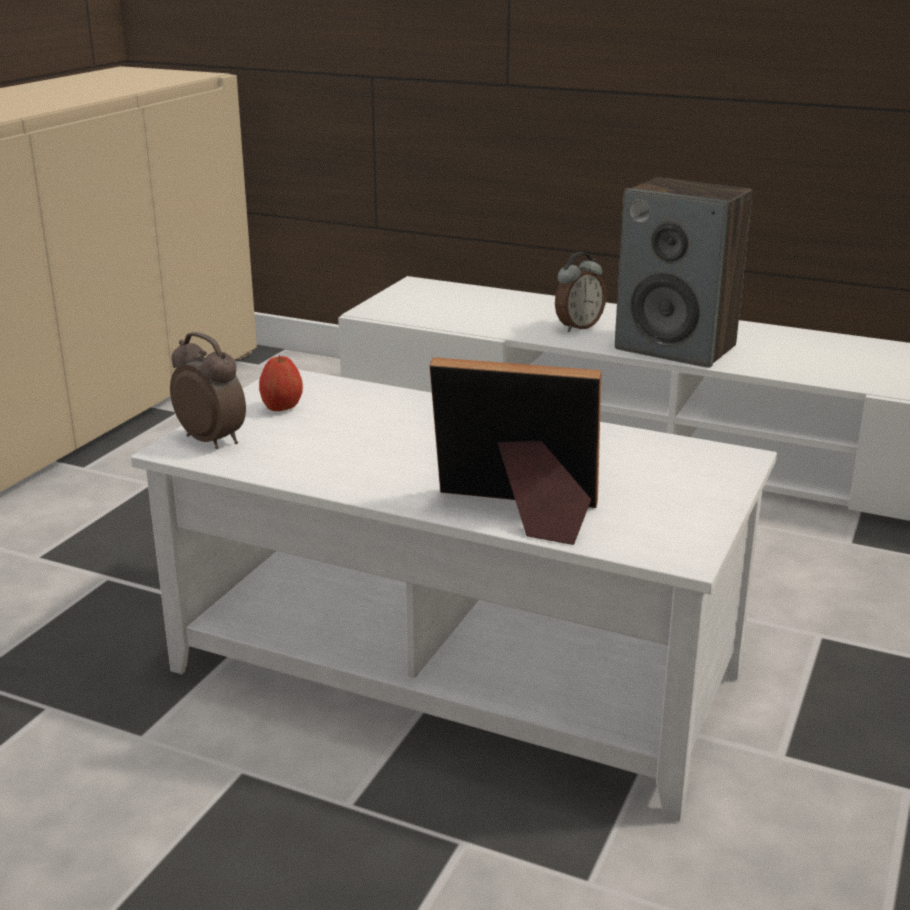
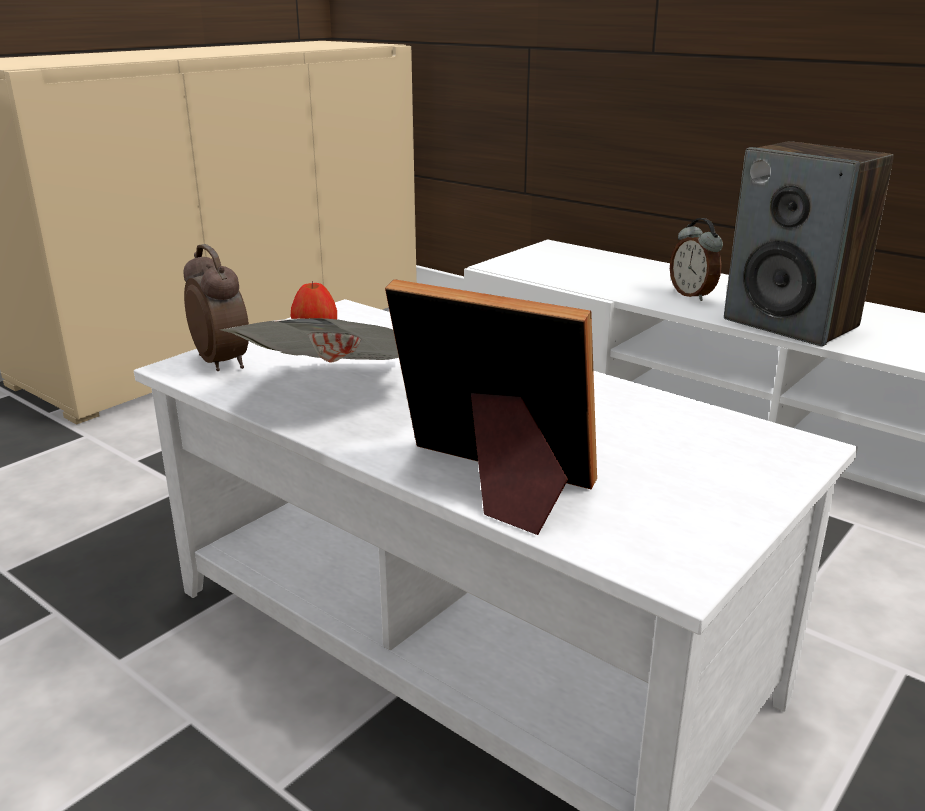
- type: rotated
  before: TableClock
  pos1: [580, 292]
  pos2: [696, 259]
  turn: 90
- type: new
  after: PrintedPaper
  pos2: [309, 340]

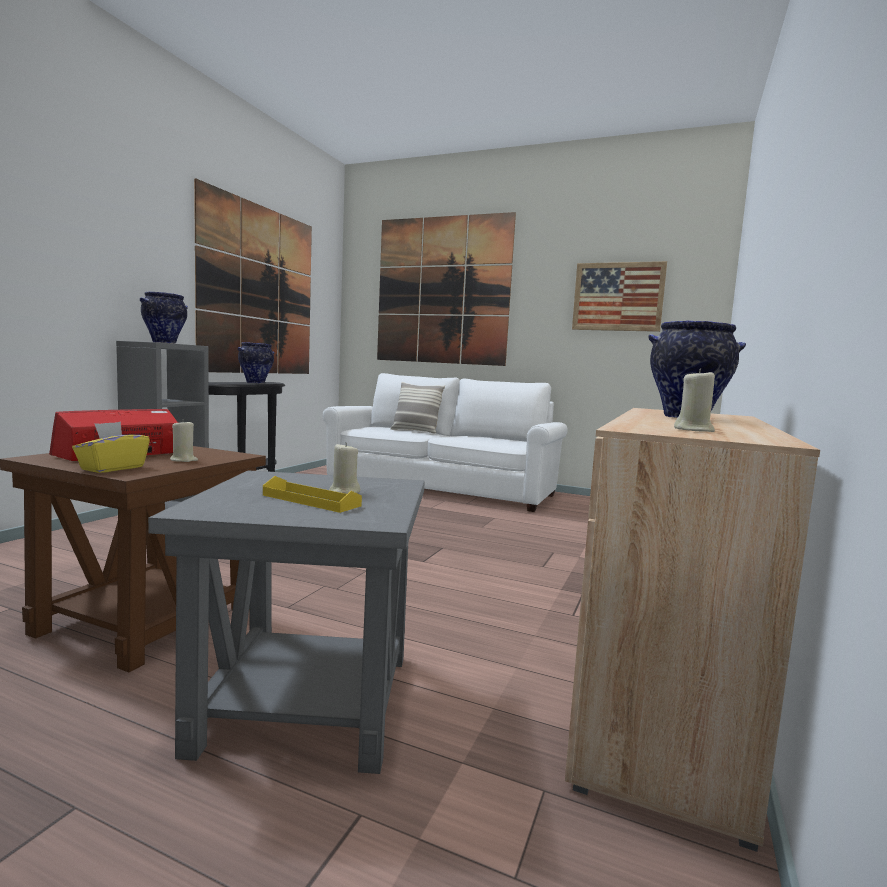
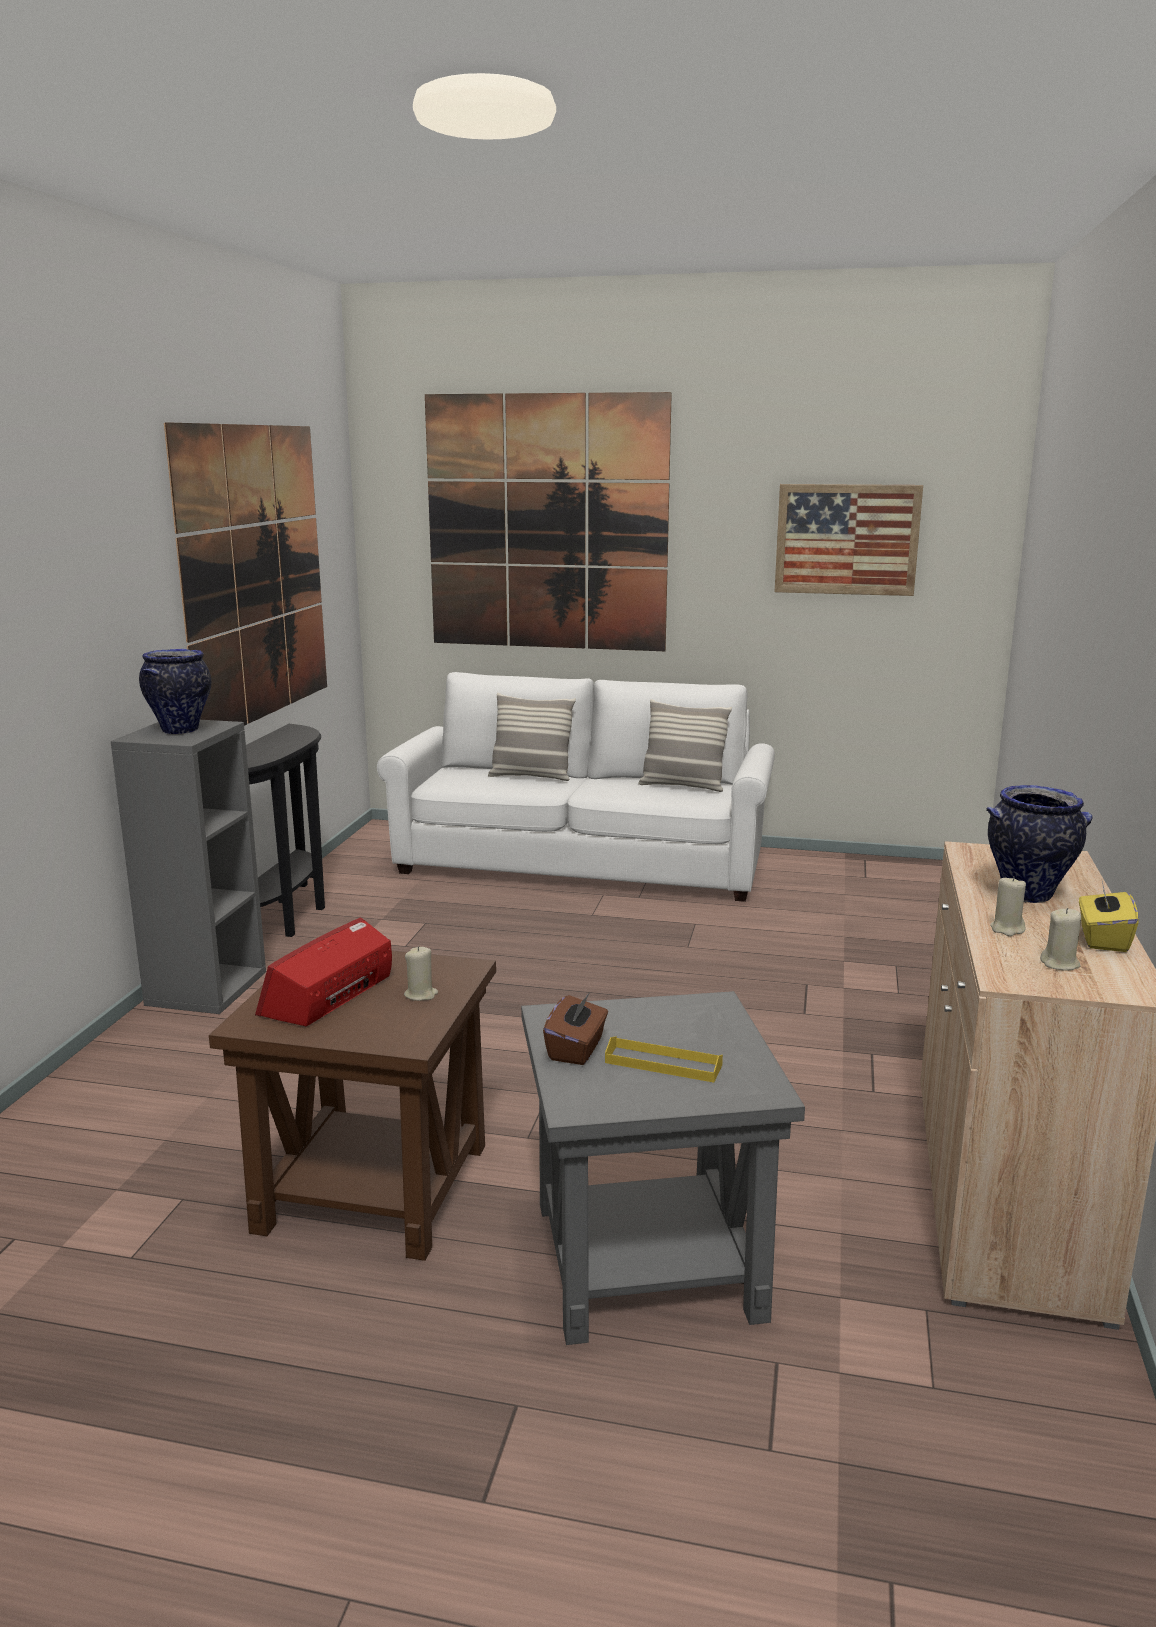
- type: gone
  before: FlowerVase
  pos1: [256, 362]
- type: shifted
  before: YellowTissueHolder
  pos1: [111, 447]
  pos2: [1109, 916]
- type: shifted
  before: BeigeColouredCandle
  pos1: [344, 468]
  pos2: [1008, 906]
- type: new
  after: Cushion
  pos2: [685, 745]
- type: new
  after: BrownTissueHolder
  pos2: [575, 1028]

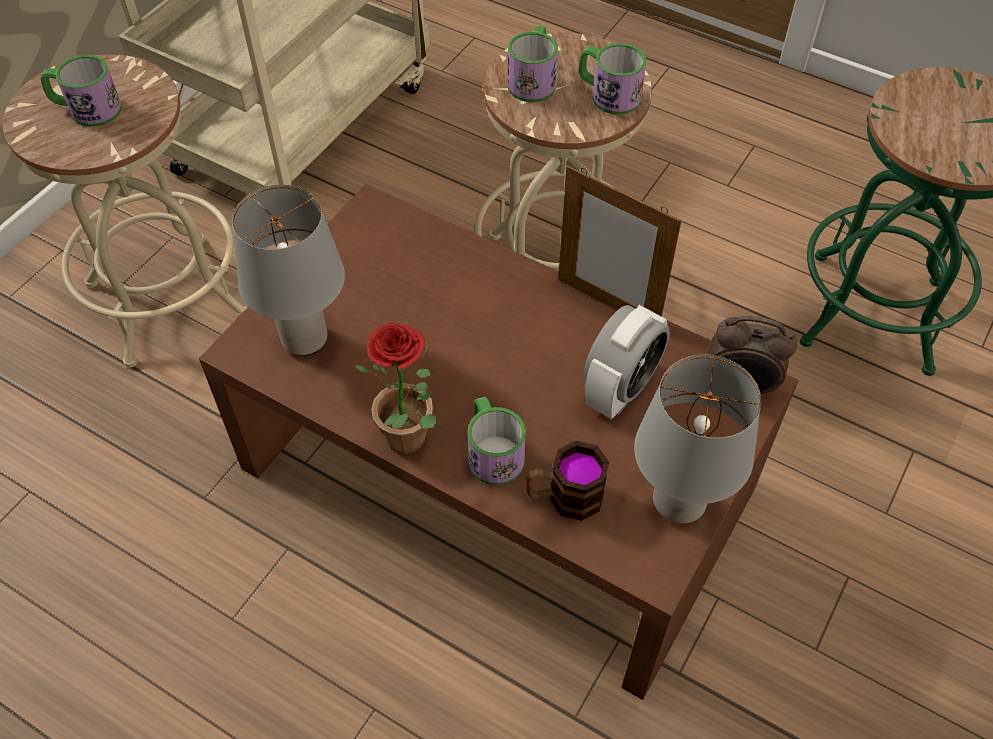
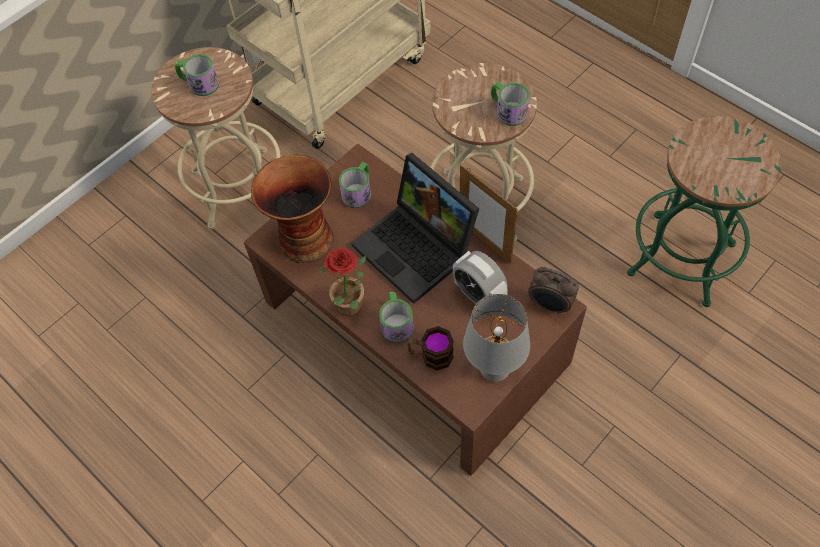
- type: shifted
  before: Mug
  pos1: [533, 64]
  pos2: [355, 185]
- type: swapped
  before: GrayTableLamp
  after: FlowerVase
  pos1: [288, 270]
  pos2: [292, 209]
- type: rotated
  before: TableClock
  pos1: [627, 362]
  pos2: [480, 277]
  turn: 90
- type: new
  after: Laptop
  pos2: [415, 228]

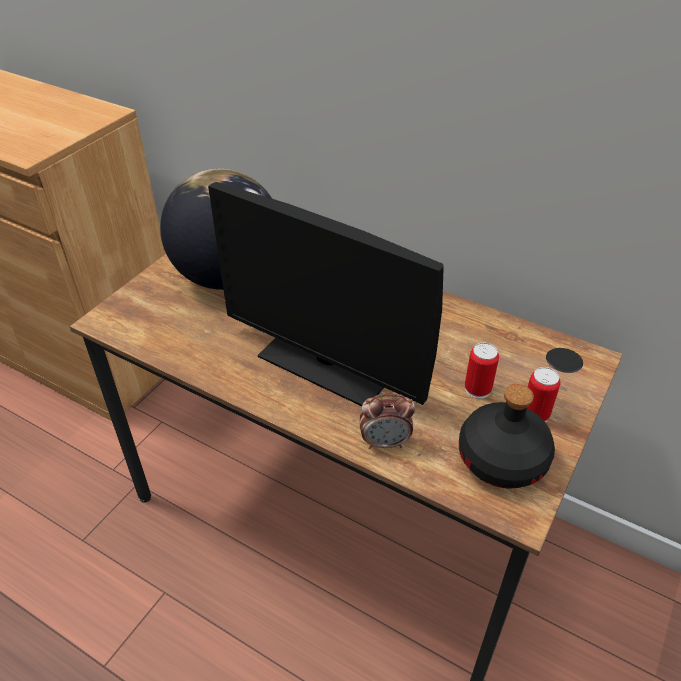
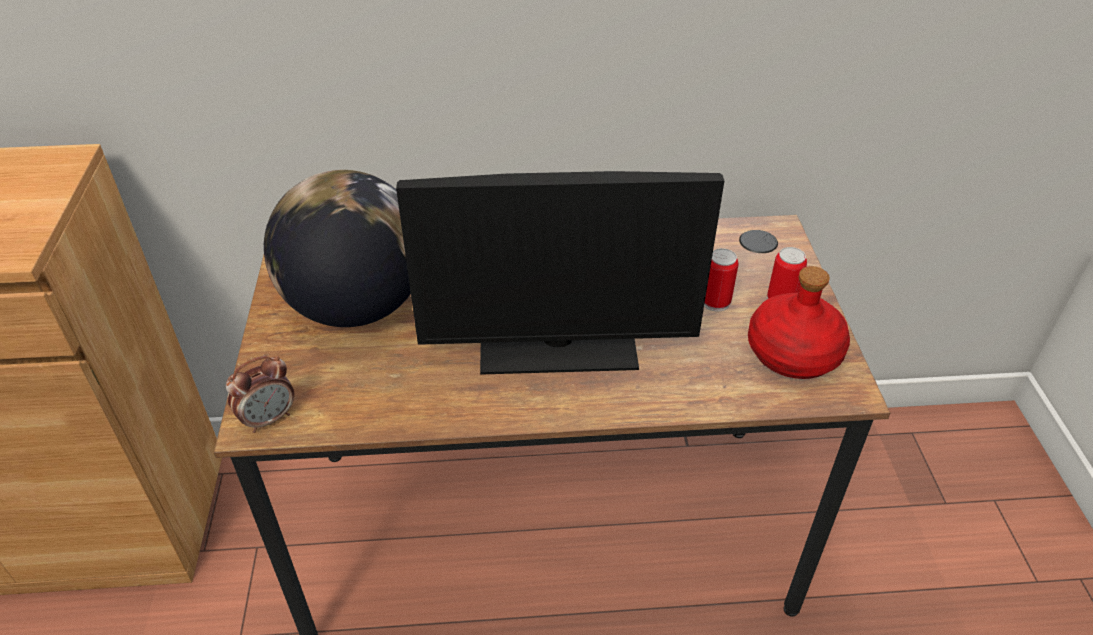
- type: repainted
  before: BlackDrinkBottle
  after: ReddishDrinkBottle
  pos1: [507, 436]
  pos2: [799, 322]
- type: shifted
  before: TableClock
  pos1: [387, 421]
  pos2: [260, 394]

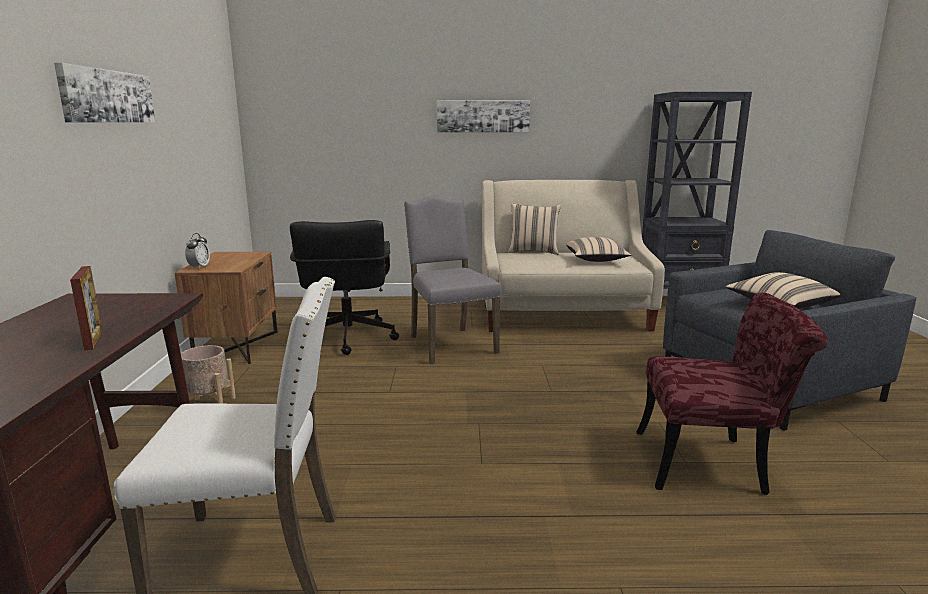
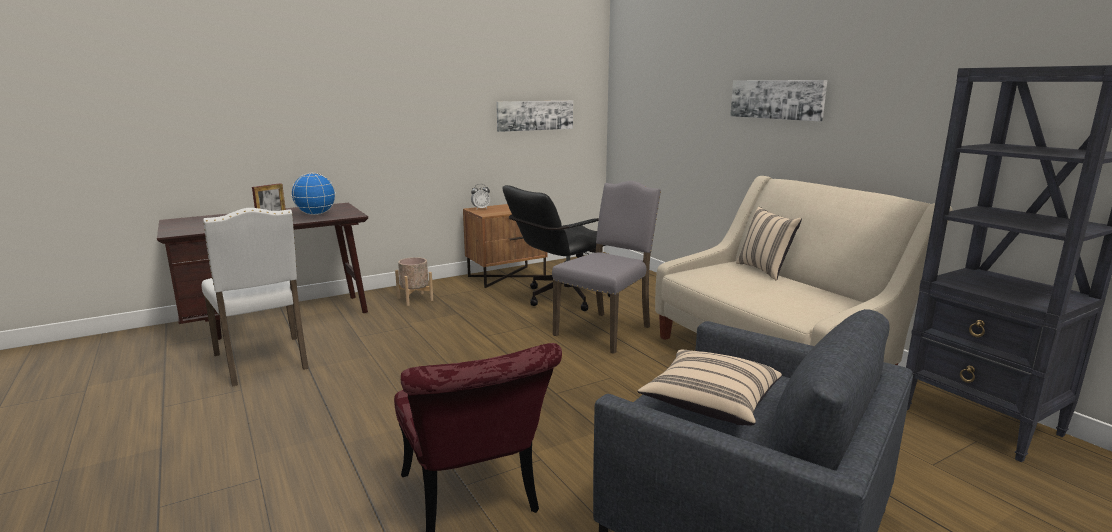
- type: shifted
  before: WallPicture
  pos1: [104, 93]
  pos2: [534, 116]
- type: gone
  before: BeigeColouredCushion
  pos1: [598, 249]
- type: new
  after: Globe
  pos2: [313, 194]

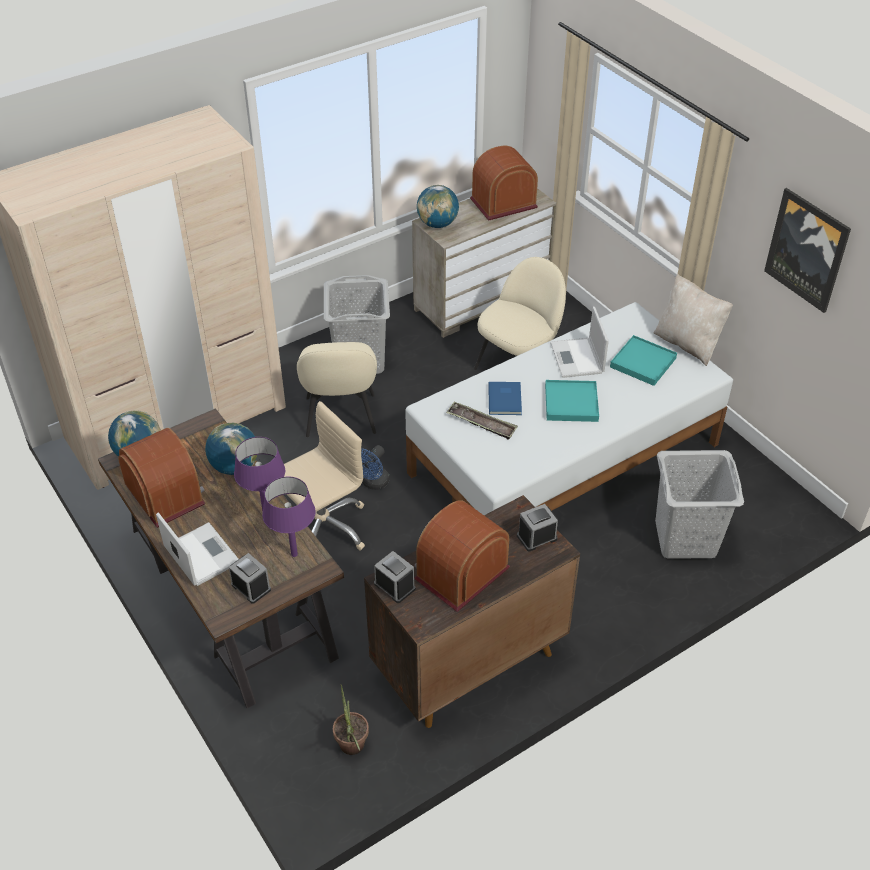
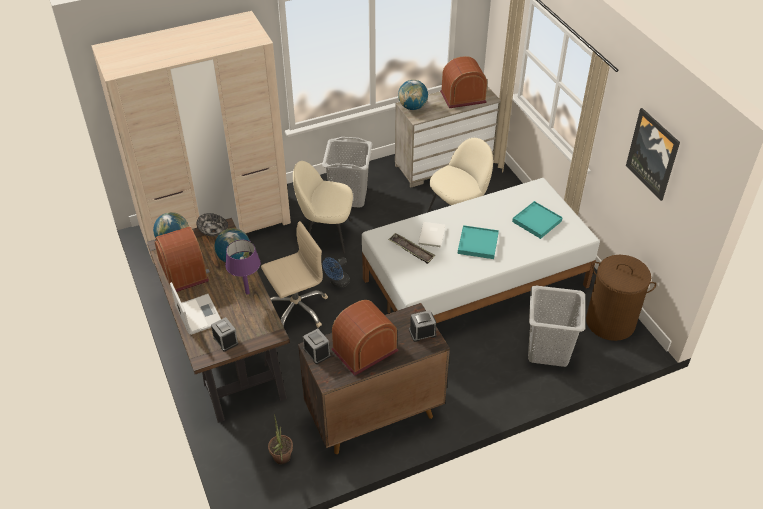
- type: gone
  before: BeigeColouredCushion
  pos1: [693, 320]
- type: gone
  before: Laptop
  pos1: [579, 342]
- type: rotated
  before: BeigeColouredChair
  pos1: [337, 389]
  pos2: [323, 207]
  turn: 90
- type: repainted
  before: BluishBook
  after: WhitishBook
  pos1: [505, 398]
  pos2: [431, 235]
- type: gone
  before: PurpleColouredTableLamp
  pos1: [288, 517]
- type: new
  after: Bowl
  pos2: [212, 225]
- type: new
  after: BrownLaundryBasket
  pos2: [621, 298]

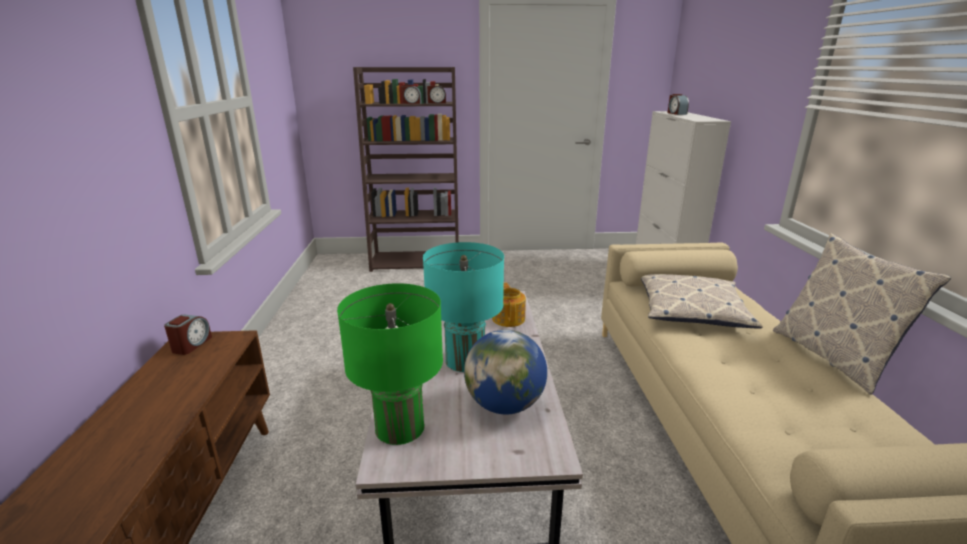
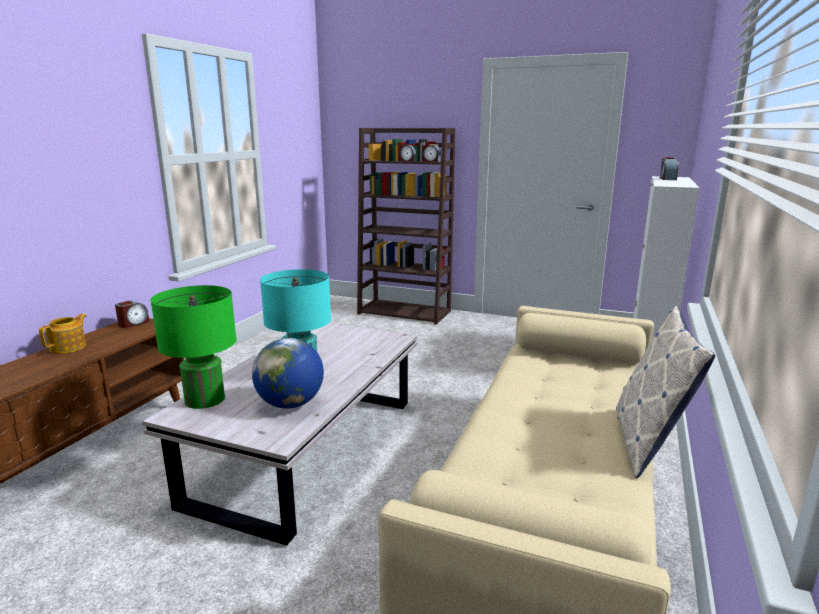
- type: gone
  before: Cushion
  pos1: [702, 301]
- type: shifted
  before: Teapot
  pos1: [509, 305]
  pos2: [62, 334]

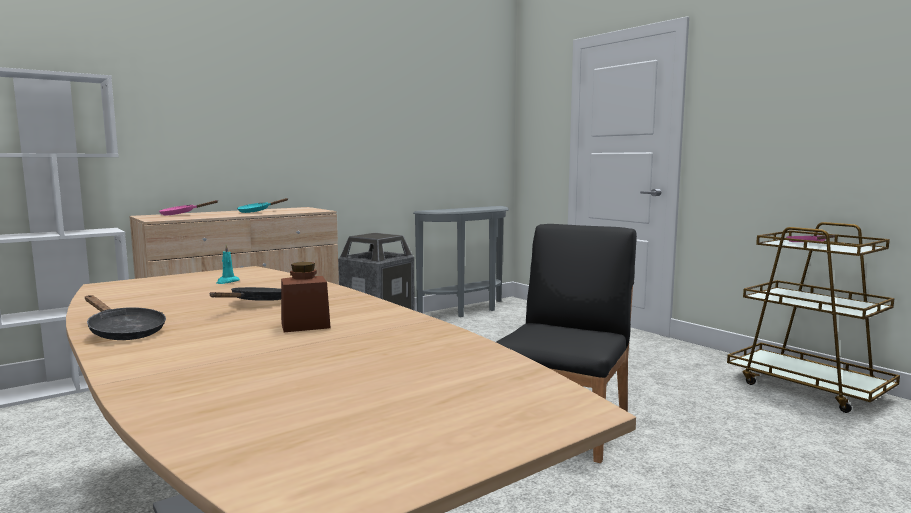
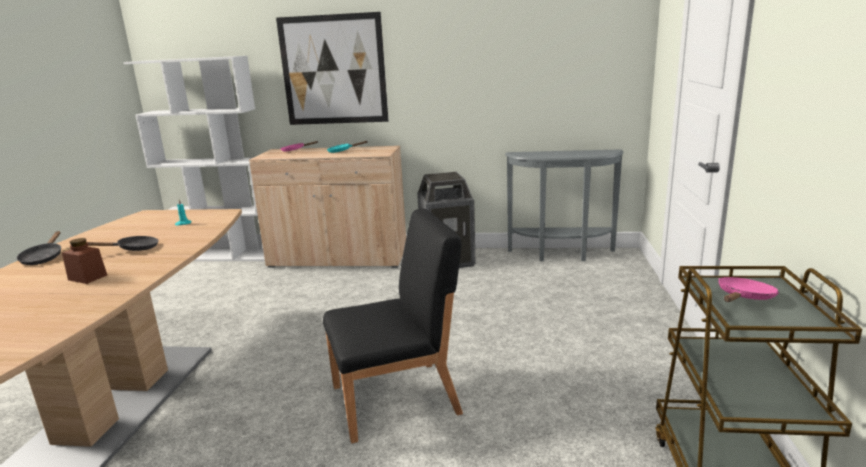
- type: new
  after: WallPicture
  pos2: [332, 68]

